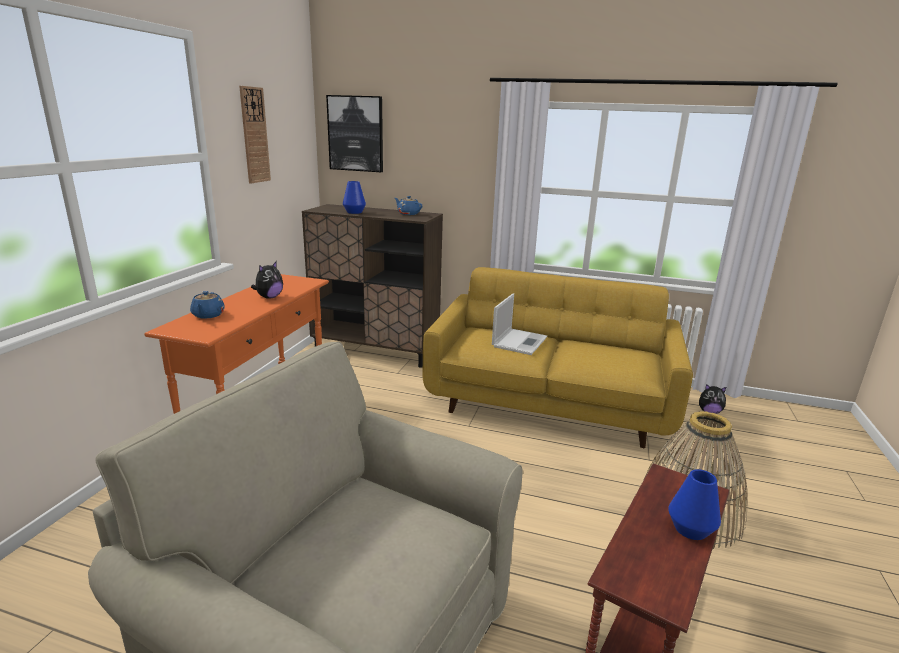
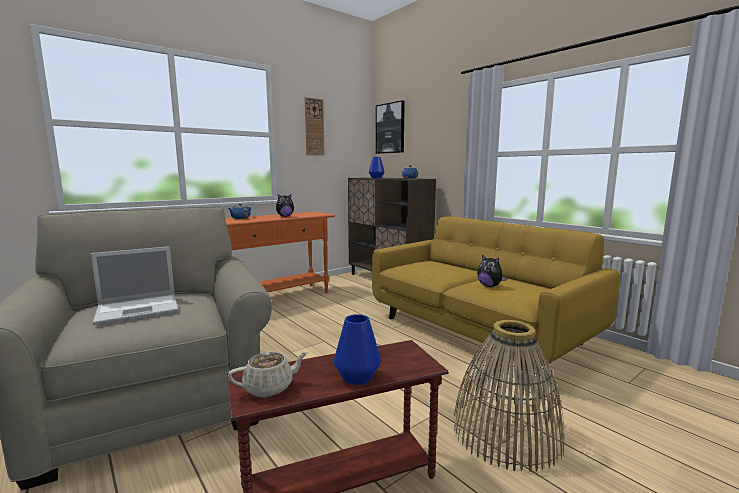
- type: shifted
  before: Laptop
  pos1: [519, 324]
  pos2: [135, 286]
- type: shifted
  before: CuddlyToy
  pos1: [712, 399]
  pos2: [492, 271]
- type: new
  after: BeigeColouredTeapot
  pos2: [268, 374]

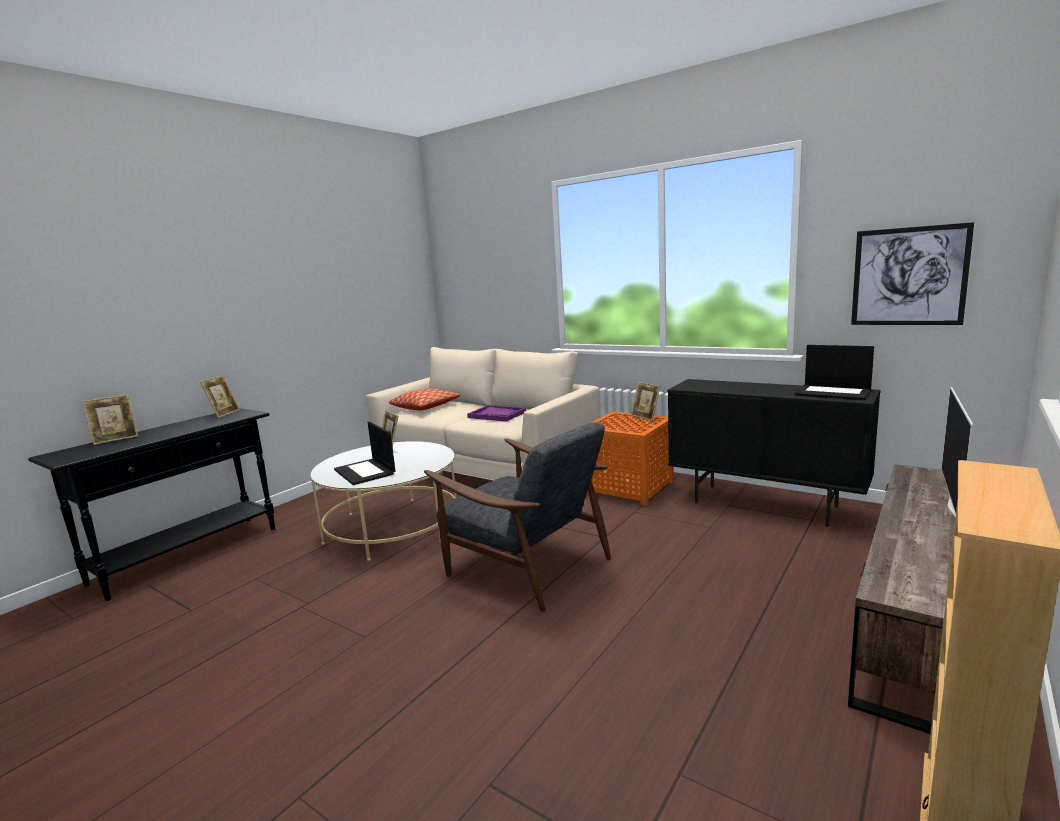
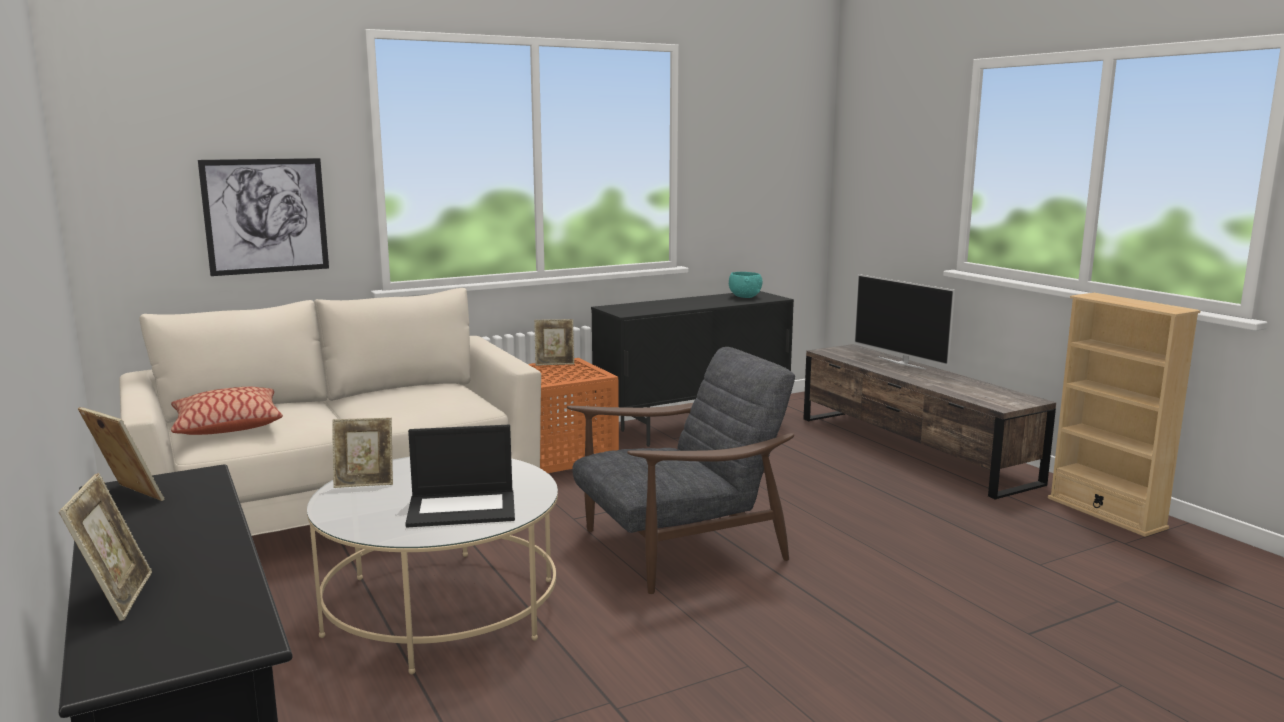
- type: shifted
  before: WallPicture
  pos1: [912, 273]
  pos2: [263, 217]
- type: swapped
  before: Laptop
  after: TurquoiseBowl
  pos1: [834, 372]
  pos2: [746, 285]
- type: gone
  before: PurpleColouredTray
  pos1: [496, 413]

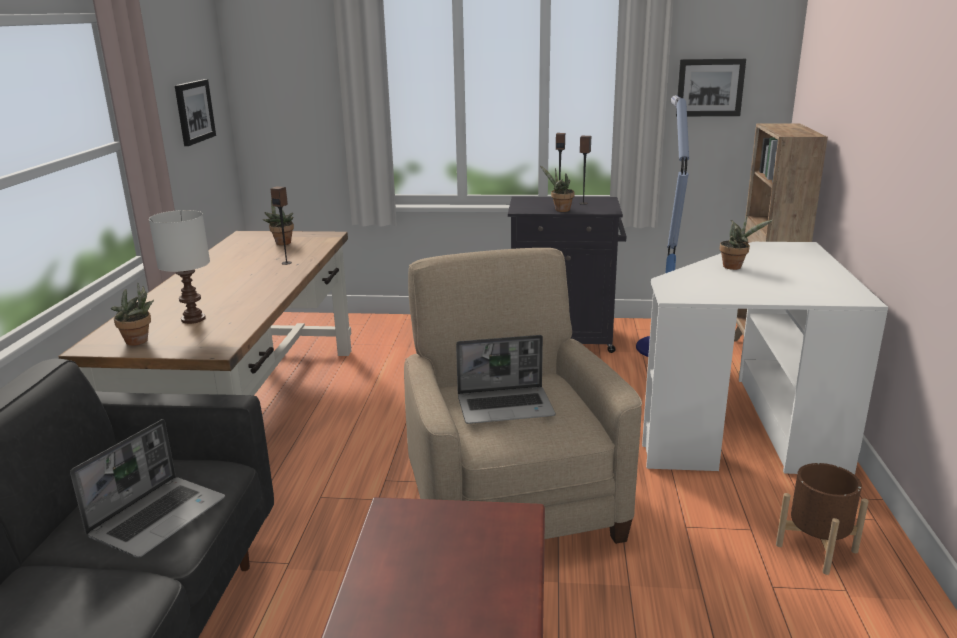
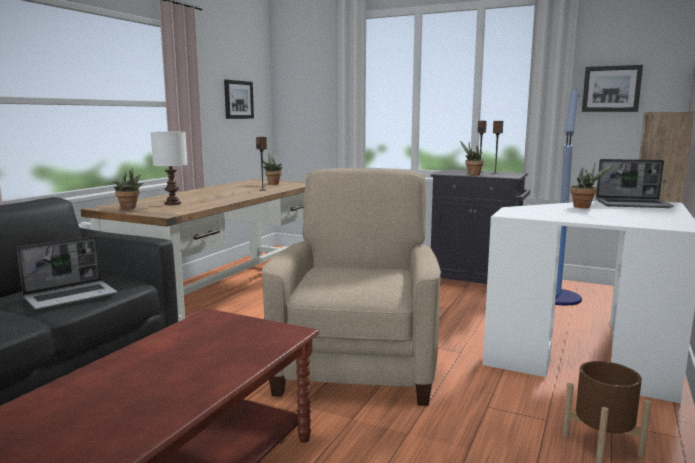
- type: shifted
  before: Laptop
  pos1: [506, 379]
  pos2: [635, 183]

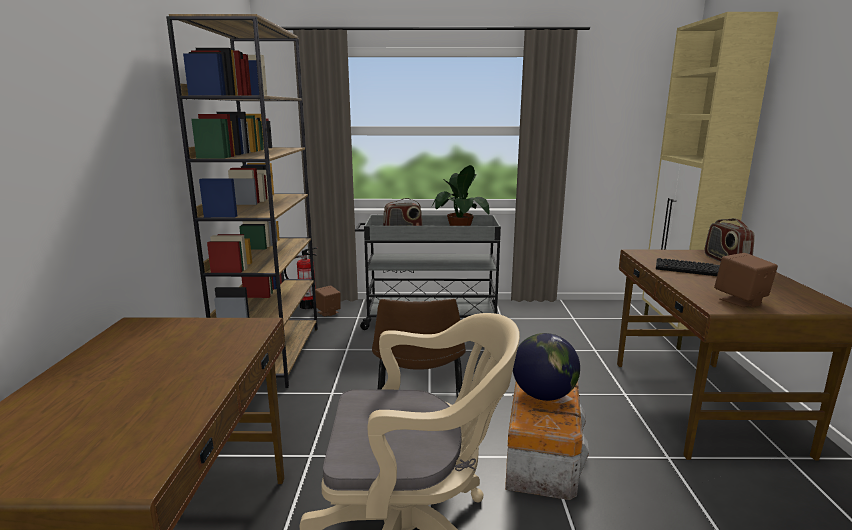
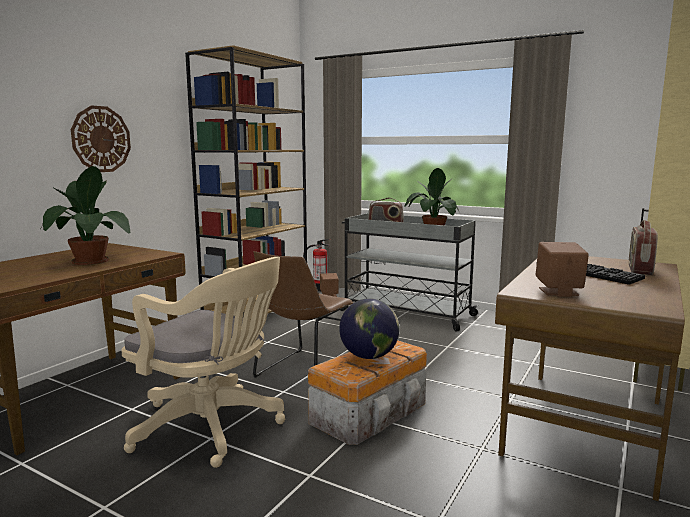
- type: new
  after: HangingClock
  pos2: [101, 138]
- type: new
  after: PlantInAPot
  pos2: [85, 215]

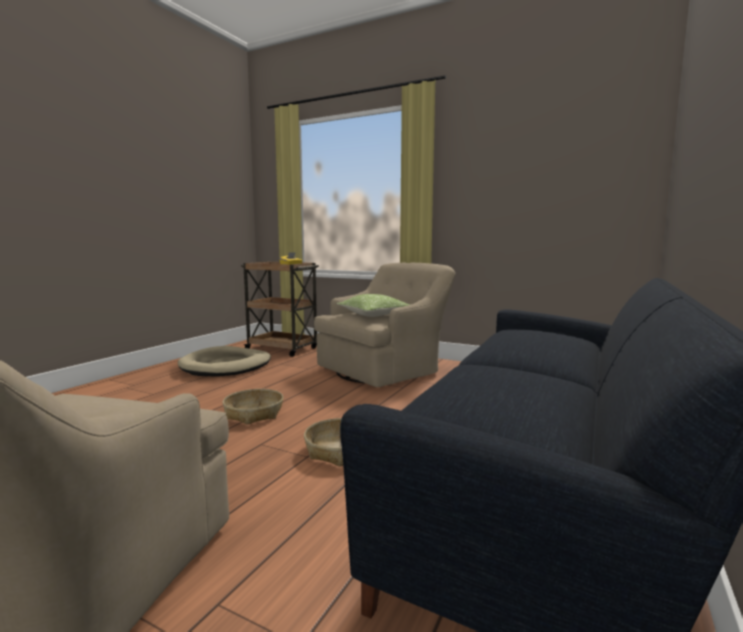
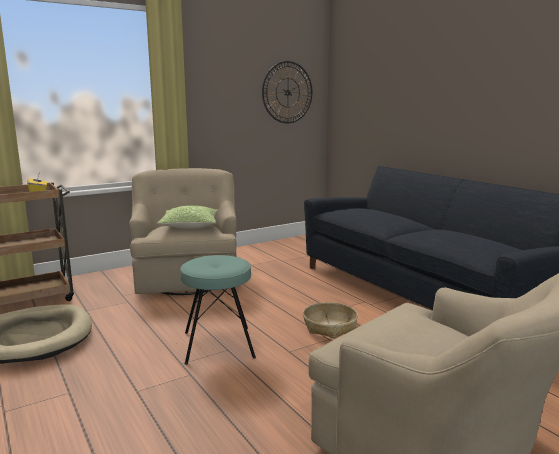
- type: swapped
  before: Basket
  after: TurquoiseStool
  pos1: [253, 407]
  pos2: [218, 310]
- type: new
  after: HangingClock
  pos2: [287, 92]

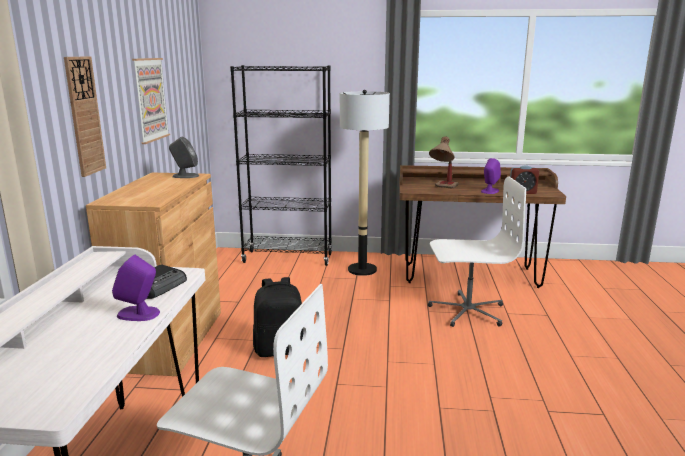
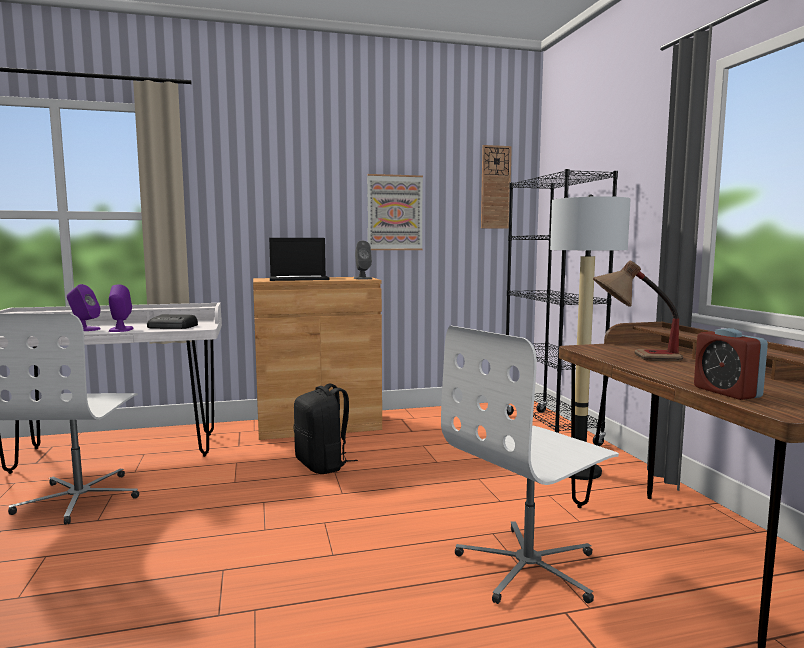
- type: shifted
  before: HangingClock
  pos1: [85, 116]
  pos2: [496, 187]
- type: shifted
  before: PurpleColouredSpeaker
  pos1: [491, 176]
  pos2: [84, 307]
- type: rotated
  before: WhitishDeskChair
  pos1: [477, 252]
  pos2: [530, 465]
  turn: 75
- type: new
  after: Laptop
  pos2: [299, 259]

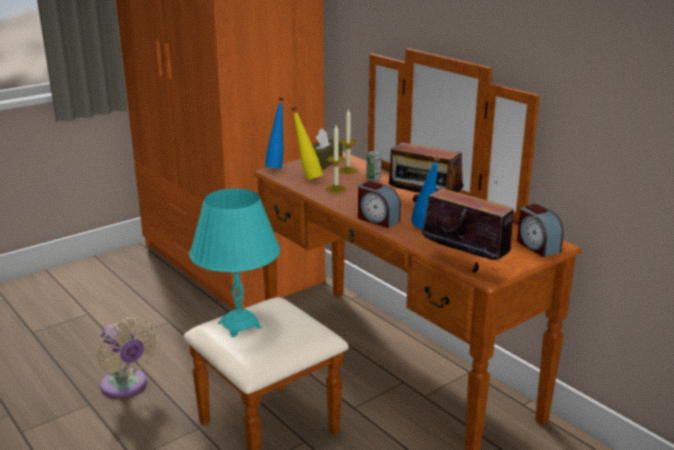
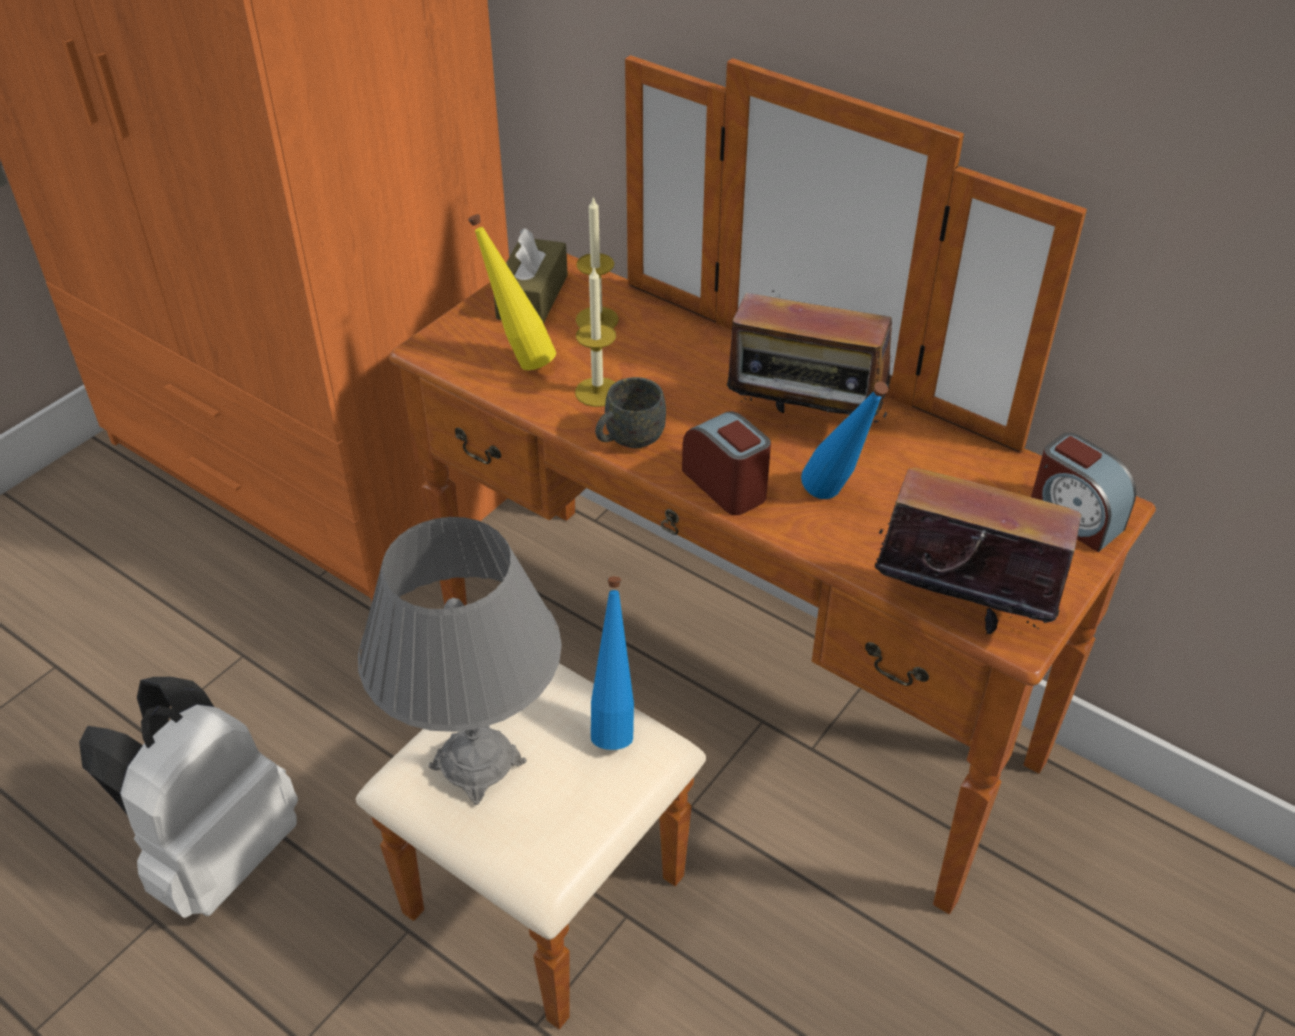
- type: shifted
  before: BluishDrinkBottle
  pos1: [274, 133]
  pos2: [612, 663]
- type: gone
  before: SealedCan
  pos1: [374, 166]
- type: rotated
  before: TableClock
  pos1: [379, 204]
  pos2: [726, 463]
  turn: -150
- type: repainted
  before: TurquoiseTableLamp
  after: GrayTableLamp
  pos1: [235, 263]
  pos2: [460, 661]
- type: swapped
  before: BeigeColouredFan
  after: WhitishRucksack
  pos1: [127, 357]
  pos2: [188, 797]
- type: new
  after: GrayMug
  pos2: [630, 412]

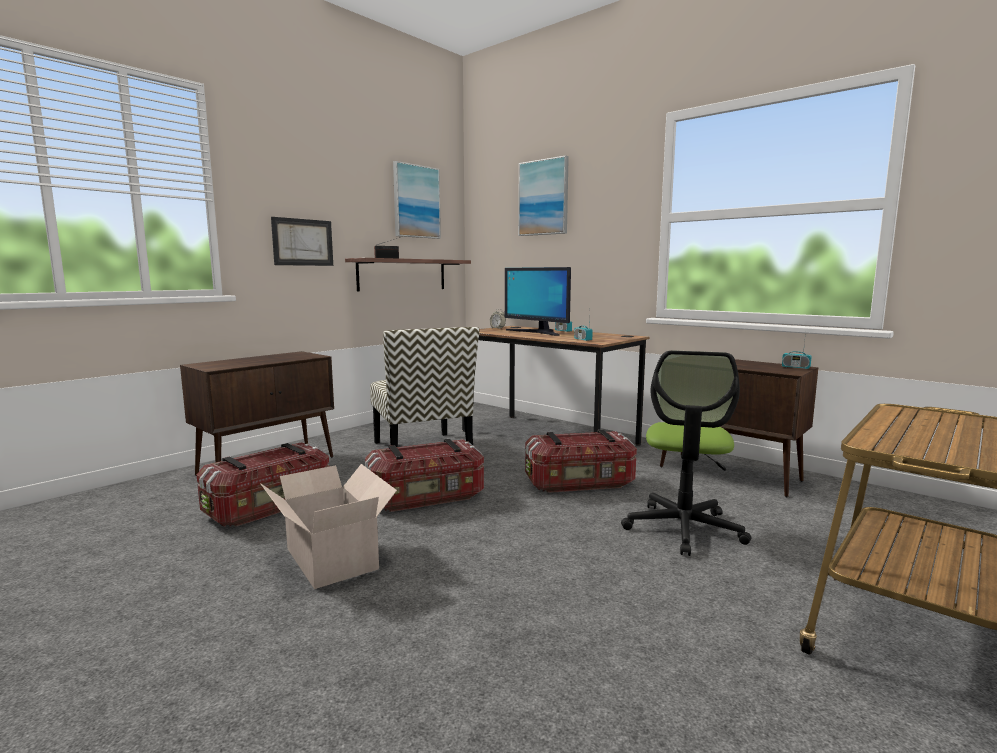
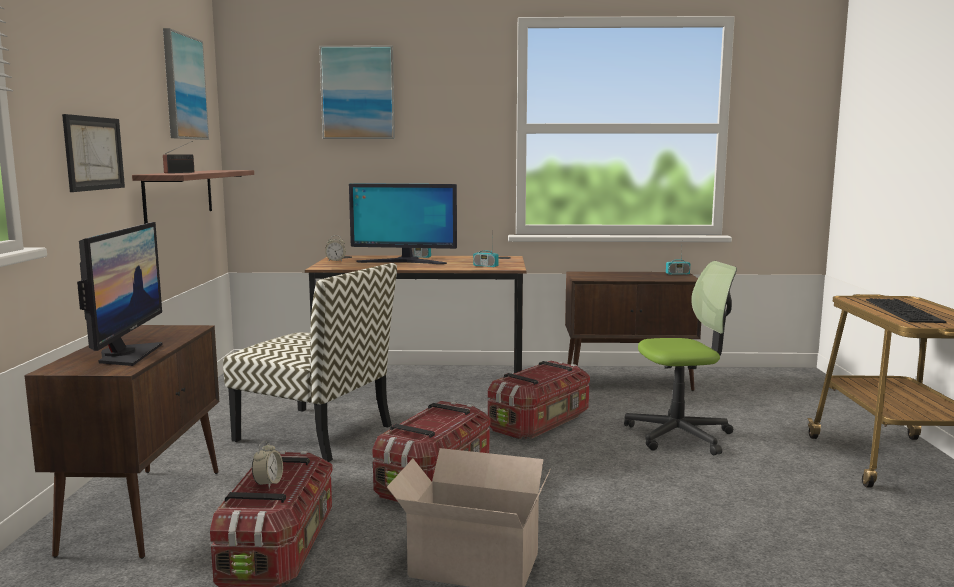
- type: rotated
  before: DeskChair
  pos1: [686, 453]
  pos2: [680, 358]
  turn: -75
- type: new
  after: ComputerDisplay
  pos2: [120, 294]
- type: new
  after: PcKeyboard
  pos2: [906, 310]
- type: new
  after: TableClock
  pos2: [267, 464]

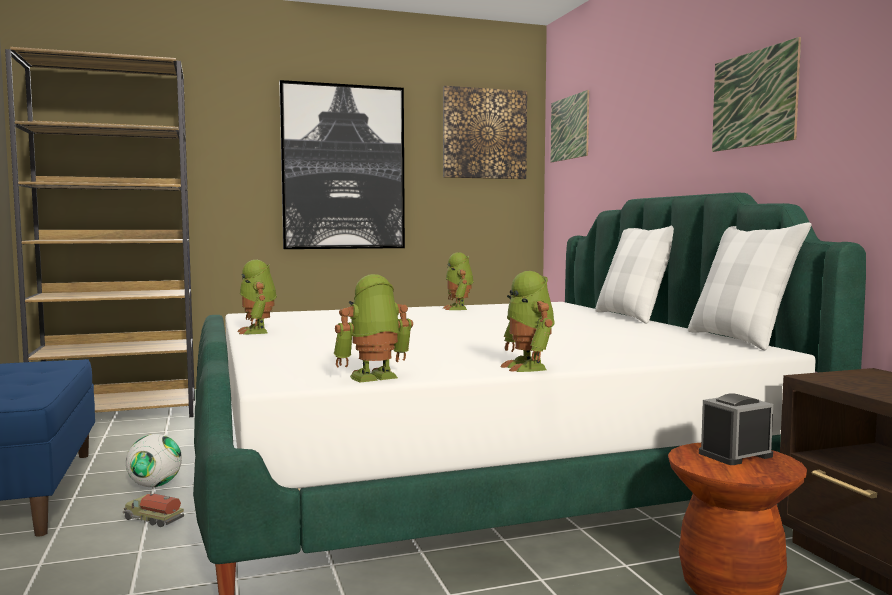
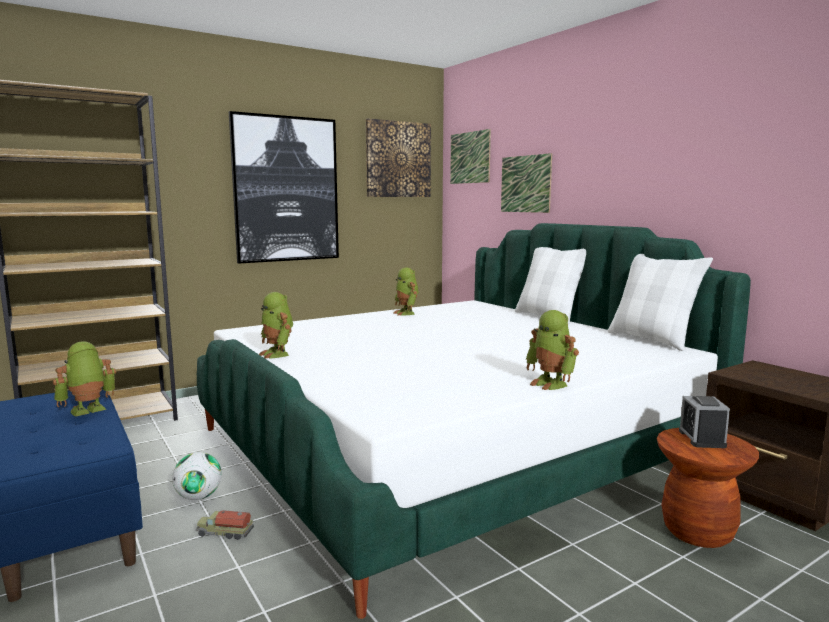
- type: shifted
  before: WallPicture
  pos1: [756, 94]
  pos2: [526, 183]
- type: shifted
  before: ModelRobot
  pos1: [373, 328]
  pos2: [84, 379]
- type: rotated
  before: TableClock
  pos1: [736, 429]
  pos2: [704, 422]
  turn: -45

